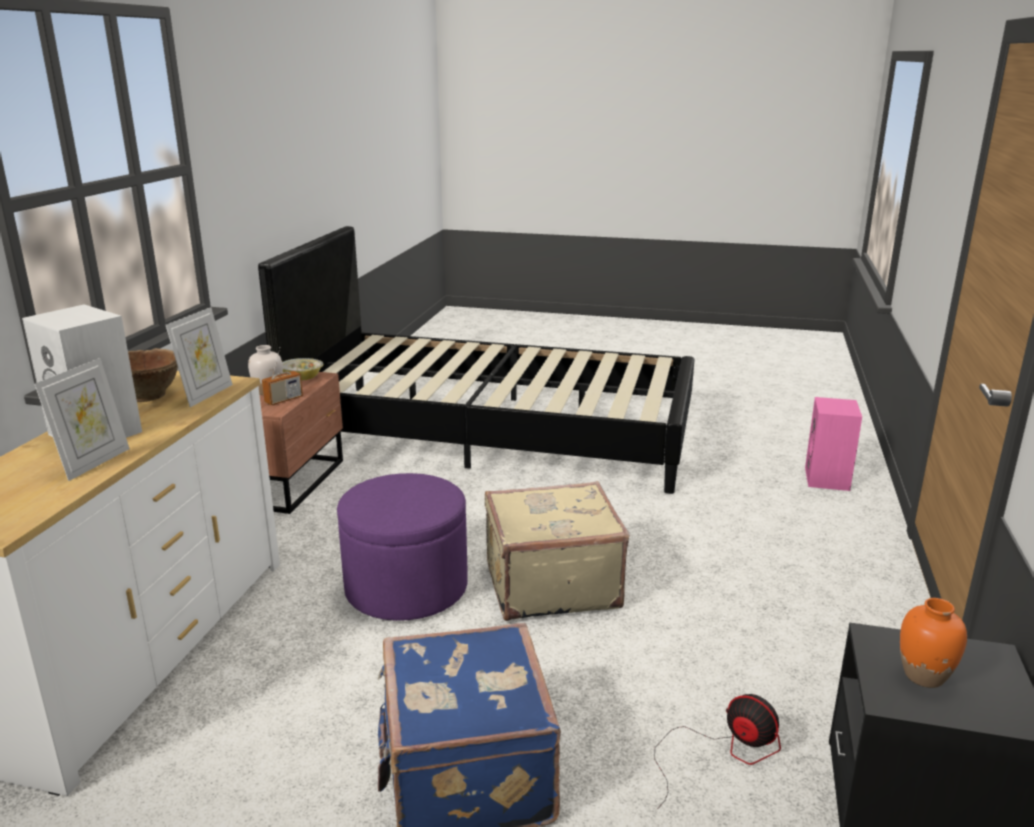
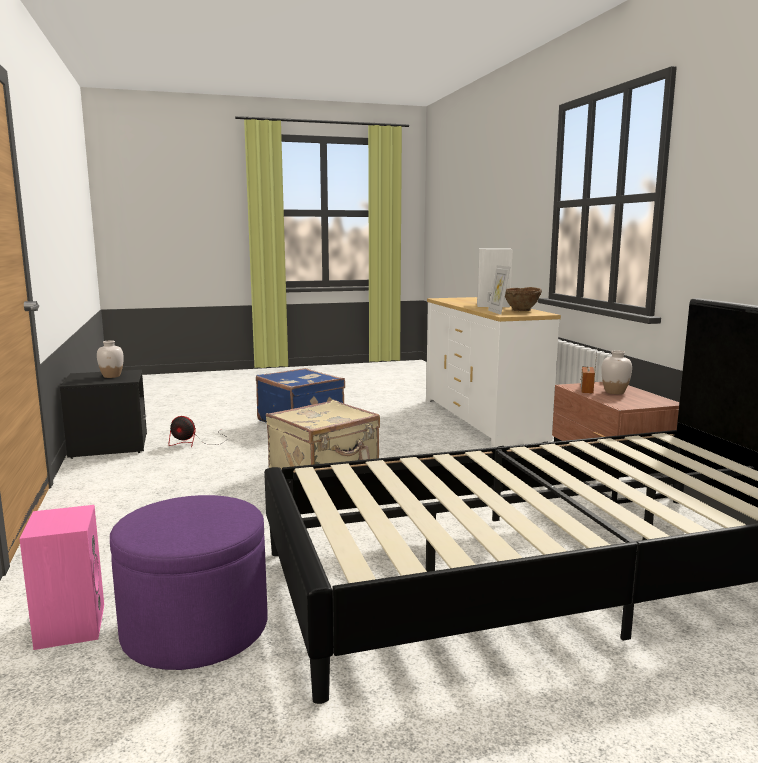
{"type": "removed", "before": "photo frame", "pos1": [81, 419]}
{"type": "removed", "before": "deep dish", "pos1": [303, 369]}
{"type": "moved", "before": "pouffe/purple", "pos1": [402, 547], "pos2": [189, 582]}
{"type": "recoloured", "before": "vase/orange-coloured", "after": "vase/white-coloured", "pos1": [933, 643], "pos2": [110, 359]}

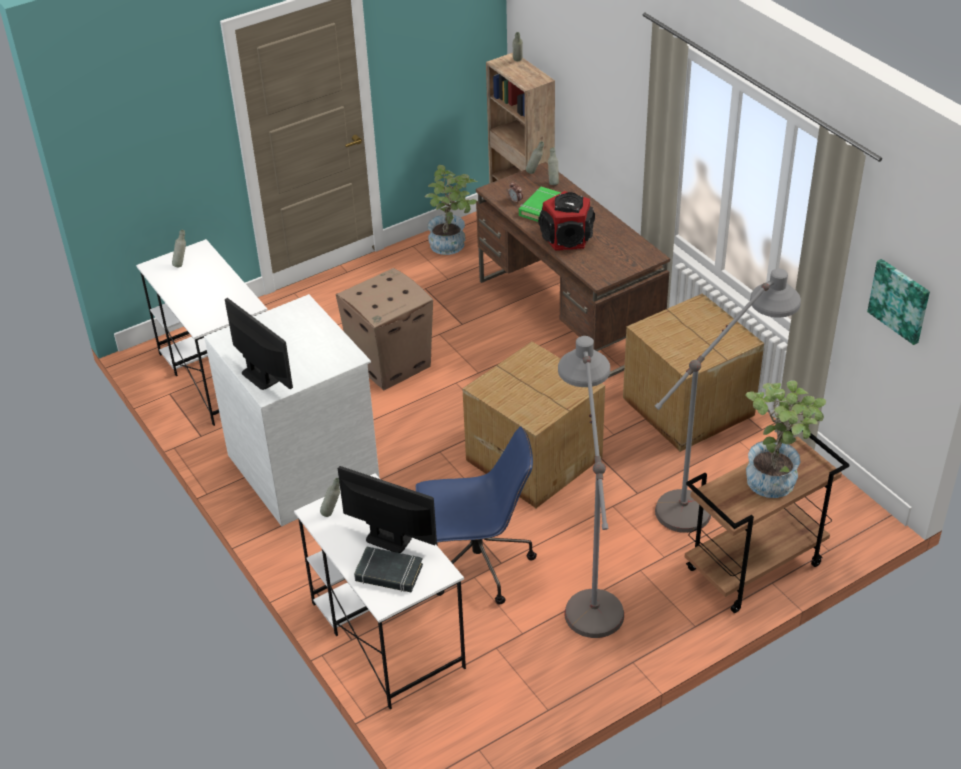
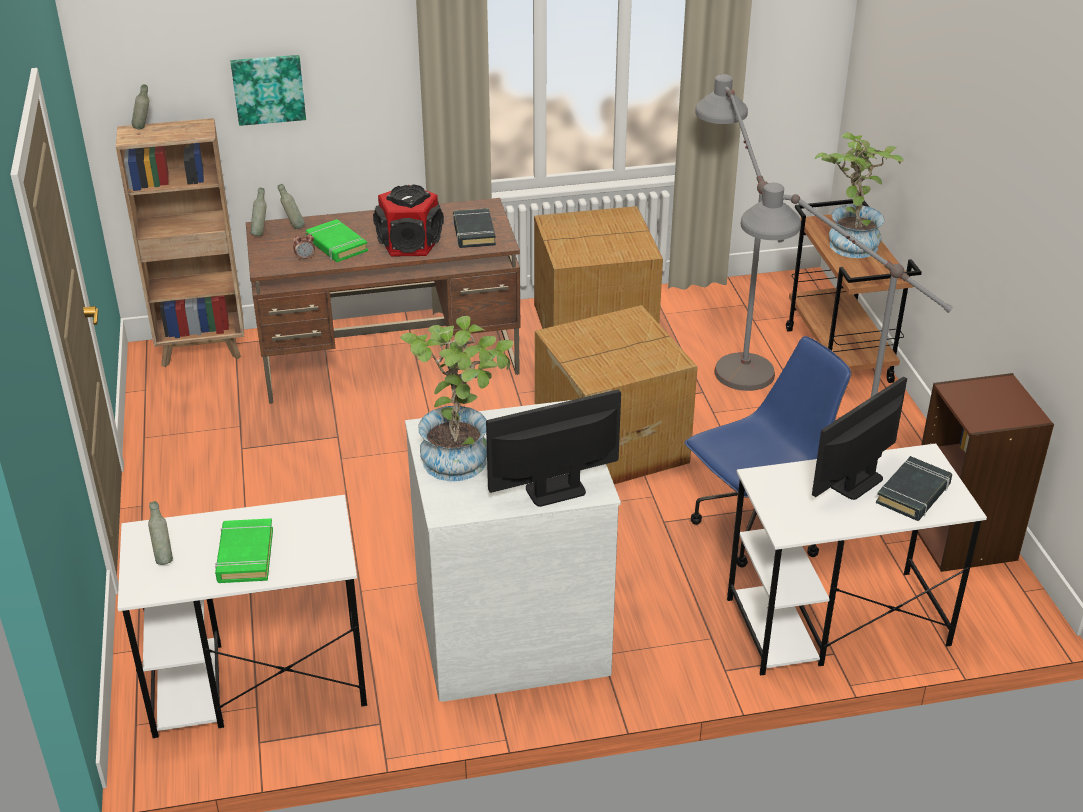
{"type": "moved", "before": "potted plant", "pos1": [451, 210], "pos2": [456, 398]}
{"type": "moved", "before": "wall picture", "pos1": [898, 302], "pos2": [268, 90]}
{"type": "removed", "before": "cardboard box", "pos1": [384, 329]}
{"type": "turned", "before": "computer chair/bluish", "pos1": [476, 515], "pos2": [768, 451], "turn": 45}
{"type": "removed", "before": "drink bottle/greyish", "pos1": [330, 497]}
{"type": "added", "after": "book/black-coloured", "pos2": [474, 228]}
{"type": "added", "after": "bookshelf/brownish", "pos2": [986, 472]}
{"type": "added", "after": "book/green-coloured", "pos2": [244, 550]}

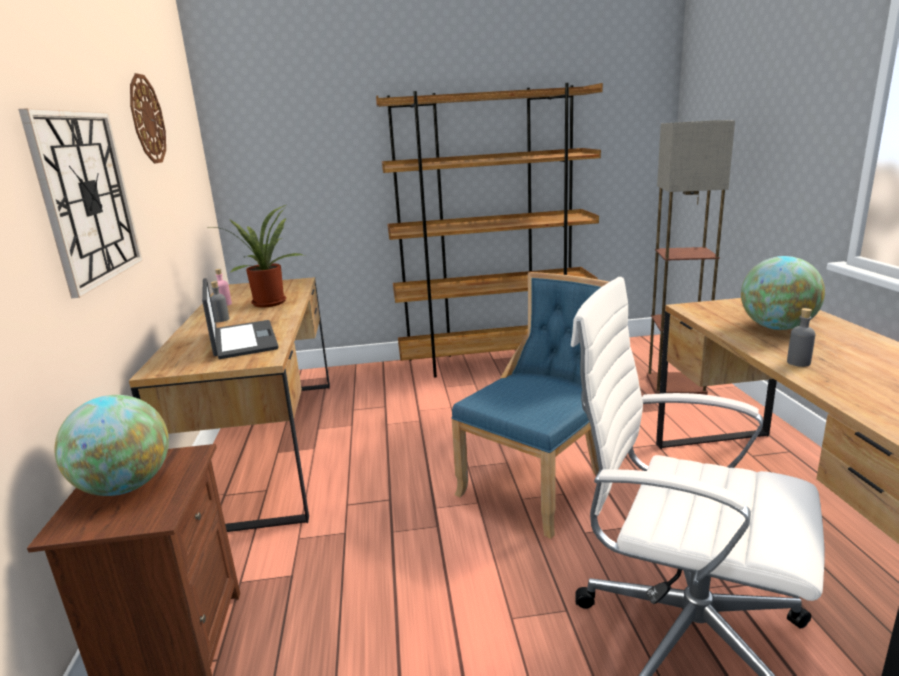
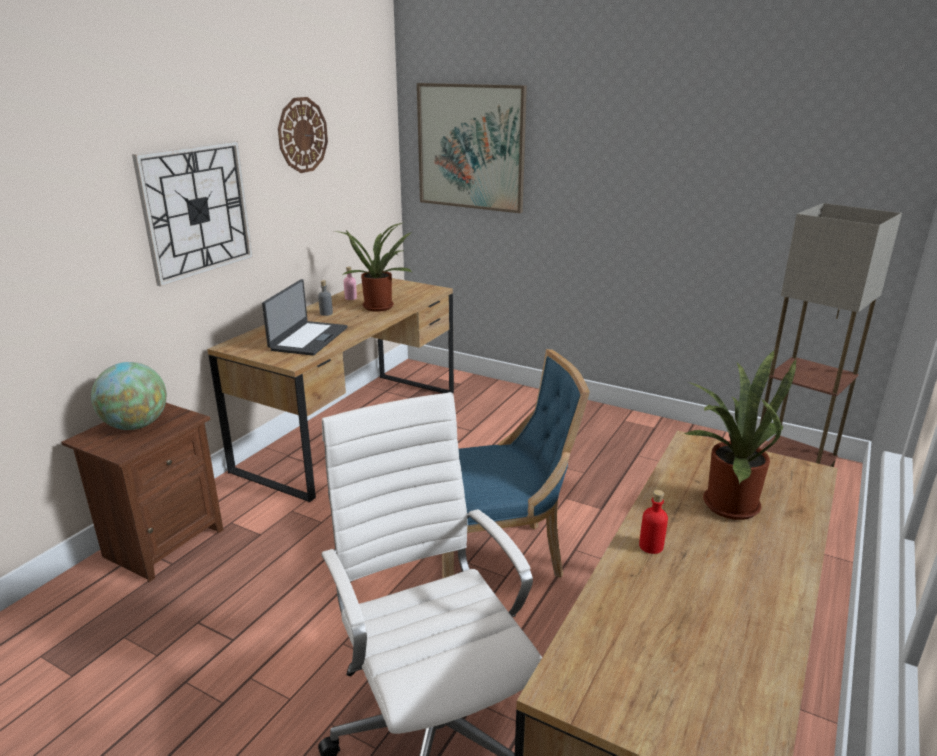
{"type": "removed", "before": "bookshelf/brownish", "pos1": [489, 230]}
{"type": "replaced", "before": "globe", "after": "potted plant", "pos1": [783, 293], "pos2": [740, 435]}
{"type": "recoloured", "before": "drink bottle/greyish", "after": "drink bottle/red", "pos1": [801, 337], "pos2": [653, 522]}
{"type": "added", "after": "wall picture", "pos2": [472, 148]}

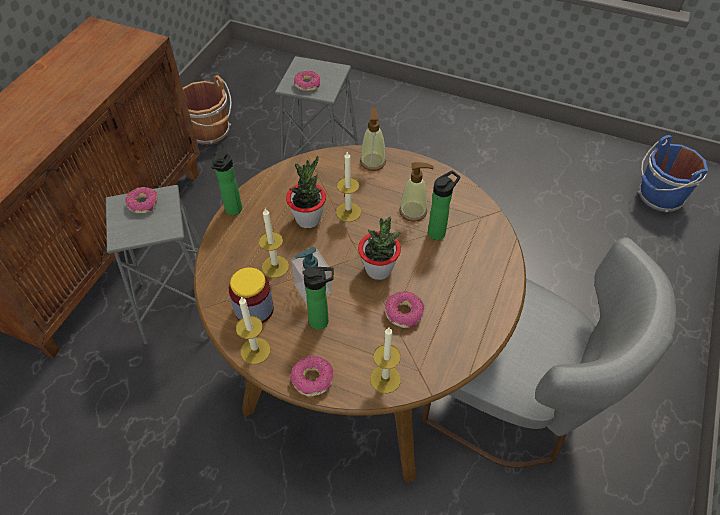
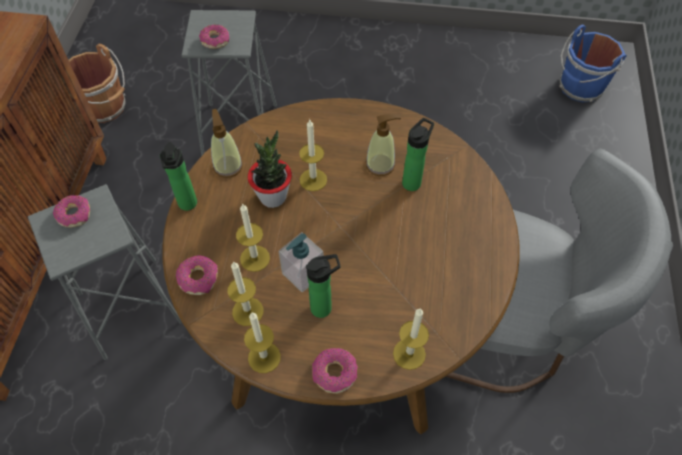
{"type": "moved", "before": "soap bottle", "pos1": [373, 139], "pos2": [227, 143]}
{"type": "removed", "before": "potted plant", "pos1": [379, 248]}
{"type": "replaced", "before": "storage jar", "after": "wax candle", "pos1": [251, 295], "pos2": [245, 293]}
{"type": "moved", "before": "donut", "pos1": [404, 309], "pos2": [197, 275]}

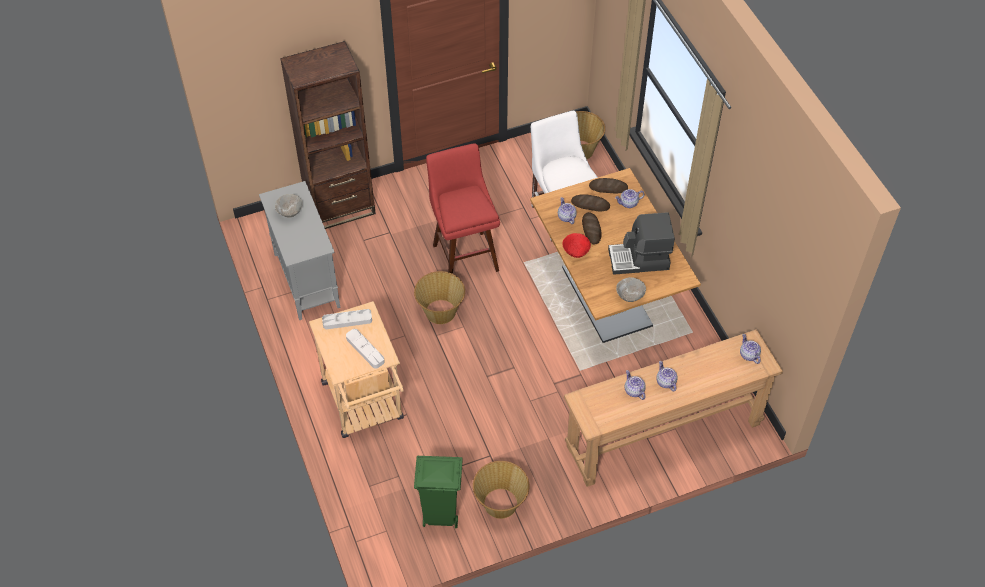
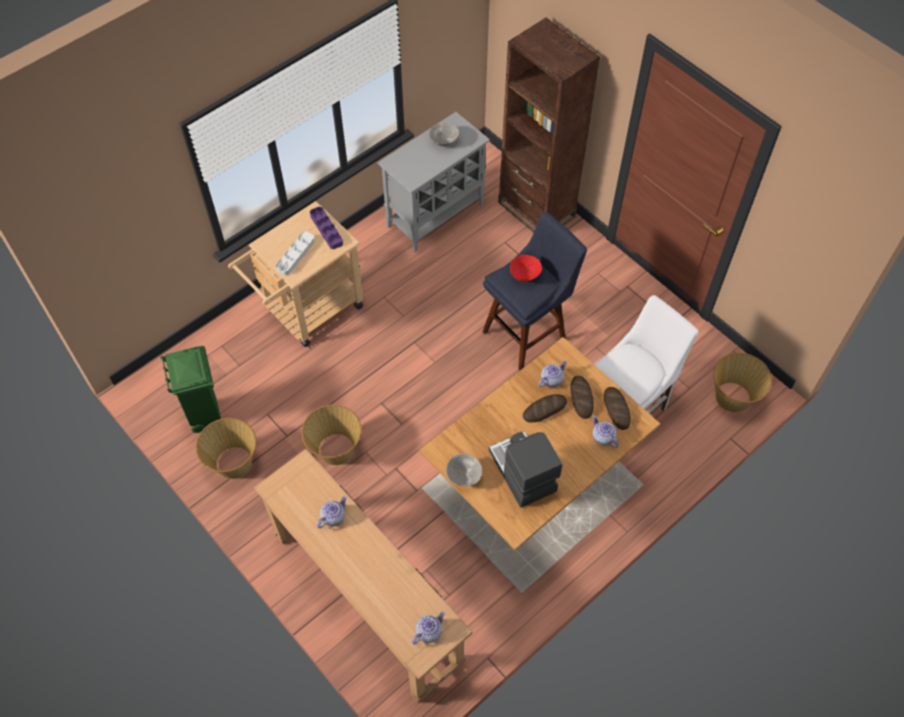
{"type": "recoloured", "before": "stool/red", "after": "stool/bluish", "pos1": [463, 208], "pos2": [535, 291]}
{"type": "moved", "before": "deep dish/red", "pos1": [576, 245], "pos2": [526, 268]}
{"type": "moved", "before": "storage basket", "pos1": [439, 297], "pos2": [331, 435]}
{"type": "recoloured", "before": "serving tray/greyish", "after": "serving tray/purple", "pos1": [347, 319], "pos2": [326, 228]}
{"type": "removed", "before": "teapot", "pos1": [666, 376]}

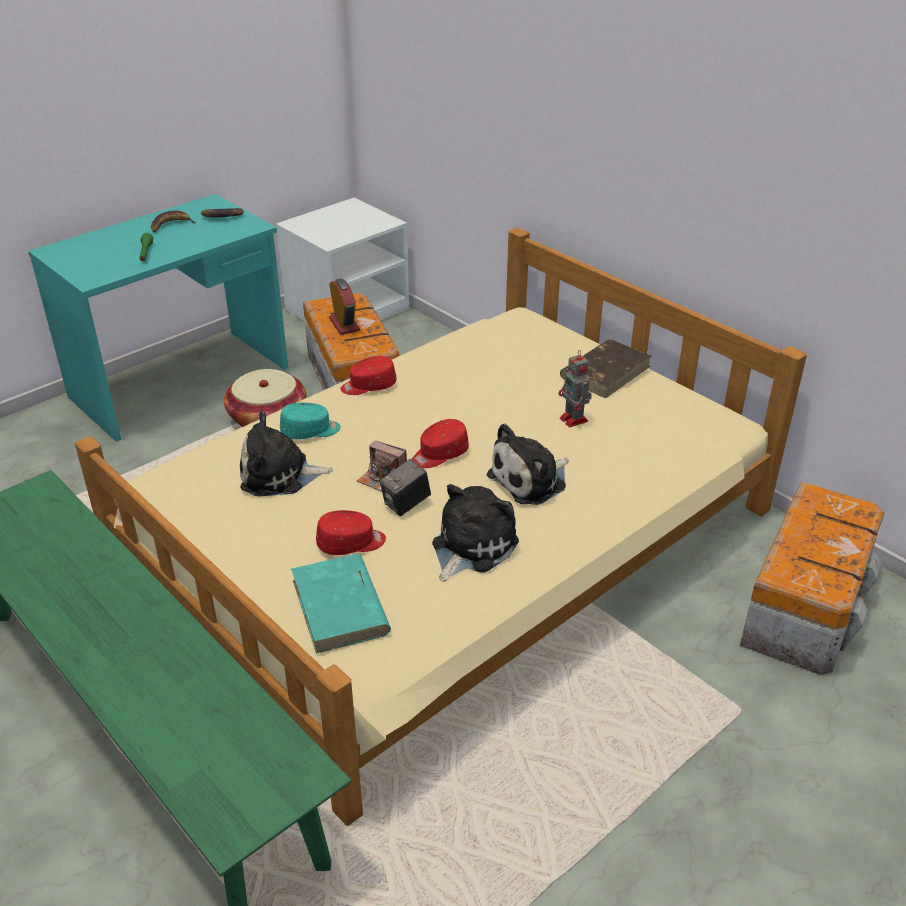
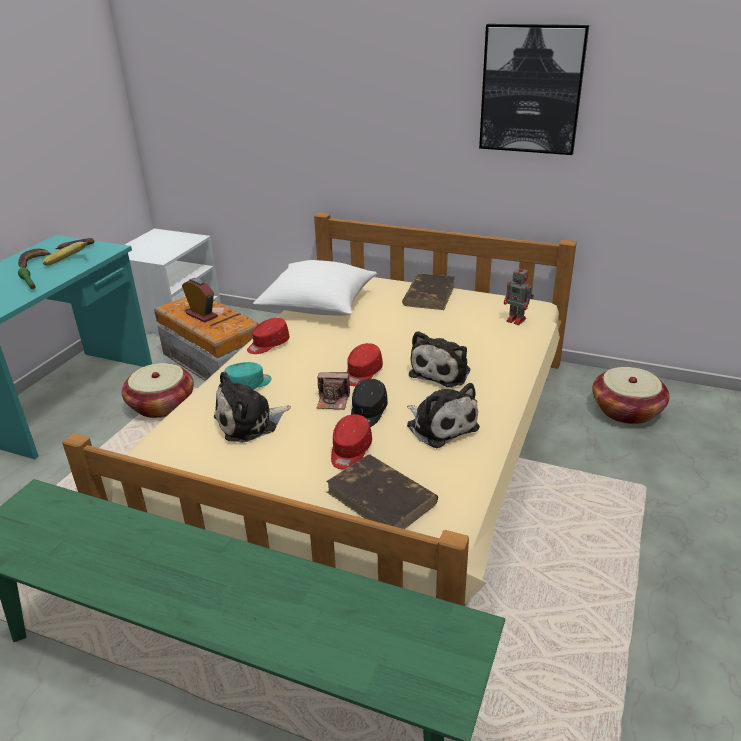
{"type": "moved", "before": "toy robot", "pos1": [575, 389], "pos2": [519, 294]}
{"type": "replaced", "before": "photo camera", "after": "cap/black-coloured", "pos1": [405, 487], "pos2": [369, 403]}
{"type": "replaced", "before": "storage box", "after": "storage basket", "pos1": [812, 578], "pos2": [630, 395]}
{"type": "turned", "before": "cuddly toy", "pos1": [475, 533], "pos2": [443, 415], "turn": 135}
{"type": "turned", "before": "cap/red", "pos1": [351, 532], "pos2": [351, 442], "turn": 150}
{"type": "recoloured", "before": "book/blue-green", "after": "book/brownish", "pos1": [341, 604], "pos2": [382, 492]}
{"type": "added", "after": "wall picture", "pos2": [534, 89]}
{"type": "added", "after": "whole banana", "pos2": [65, 253]}
{"type": "added", "after": "cushion/white-coloured", "pos2": [315, 288]}

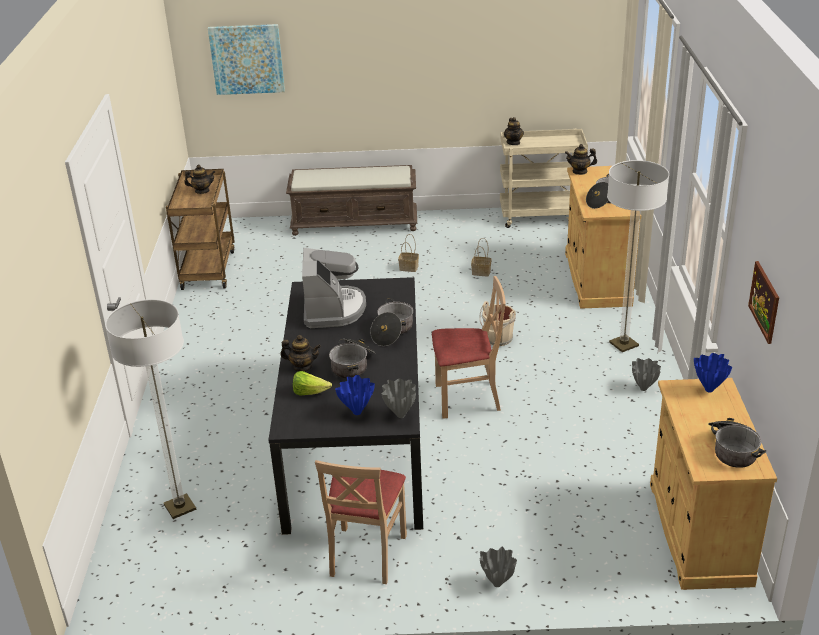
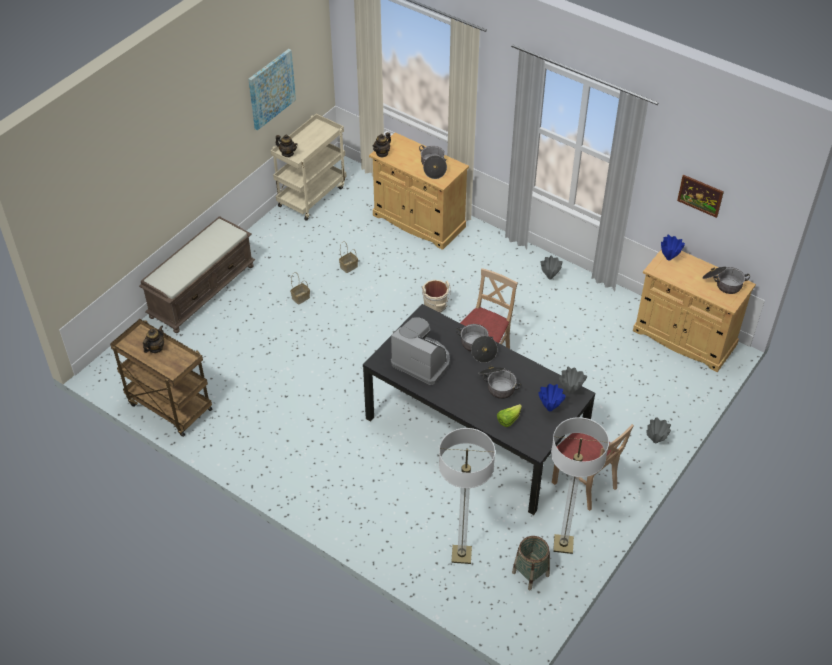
{"type": "moved", "before": "wall picture", "pos1": [246, 59], "pos2": [272, 90]}
{"type": "moved", "before": "standard lamp", "pos1": [638, 256], "pos2": [580, 485]}
{"type": "removed", "before": "teapot", "pos1": [300, 353]}
{"type": "added", "after": "storage basket", "pos2": [531, 563]}

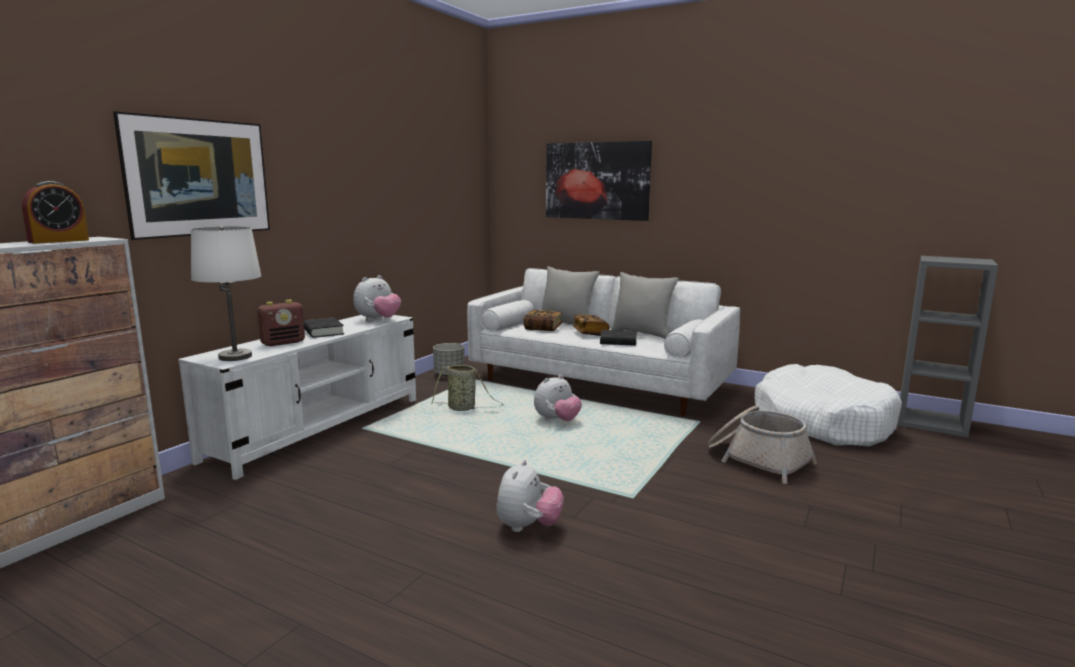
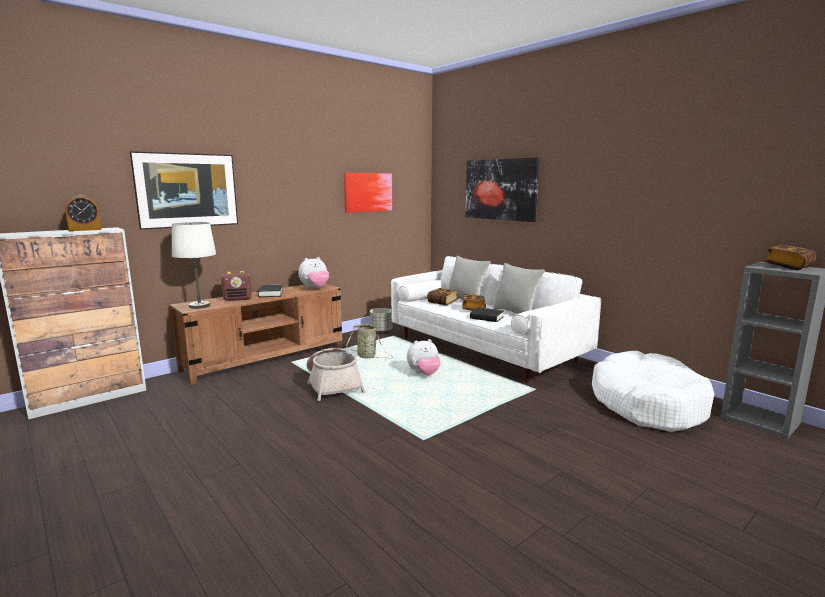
{"type": "recoloured", "before": "tv unit/white-coloured", "after": "tv unit/brownish", "pos1": [297, 397], "pos2": [256, 334]}
{"type": "moved", "before": "storage basket", "pos1": [762, 445], "pos2": [335, 374]}
{"type": "removed", "before": "cuddly toy", "pos1": [530, 496]}
{"type": "added", "after": "wall picture", "pos2": [368, 193]}
{"type": "added", "after": "book", "pos2": [790, 257]}

